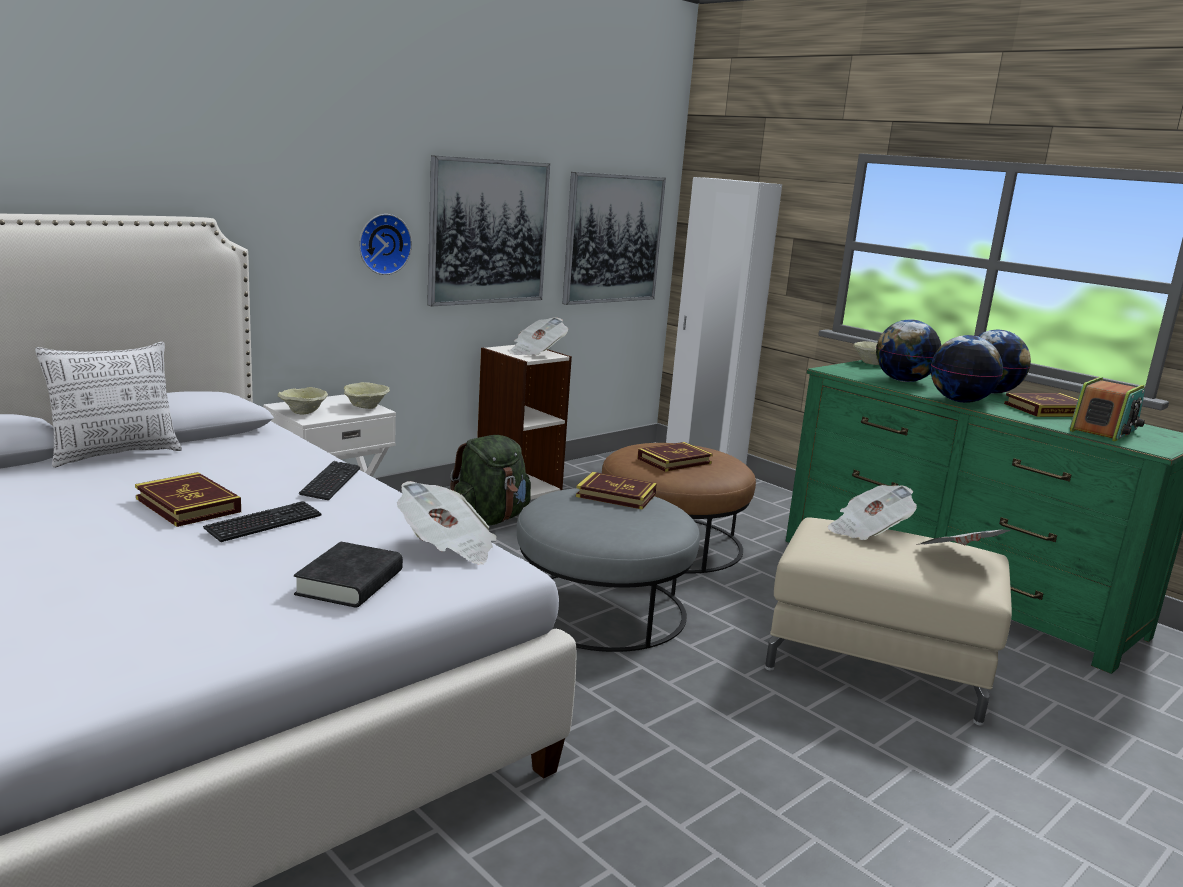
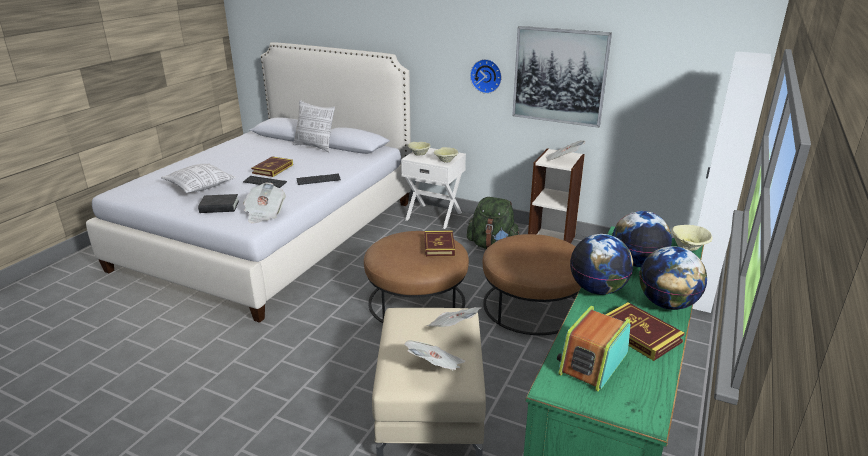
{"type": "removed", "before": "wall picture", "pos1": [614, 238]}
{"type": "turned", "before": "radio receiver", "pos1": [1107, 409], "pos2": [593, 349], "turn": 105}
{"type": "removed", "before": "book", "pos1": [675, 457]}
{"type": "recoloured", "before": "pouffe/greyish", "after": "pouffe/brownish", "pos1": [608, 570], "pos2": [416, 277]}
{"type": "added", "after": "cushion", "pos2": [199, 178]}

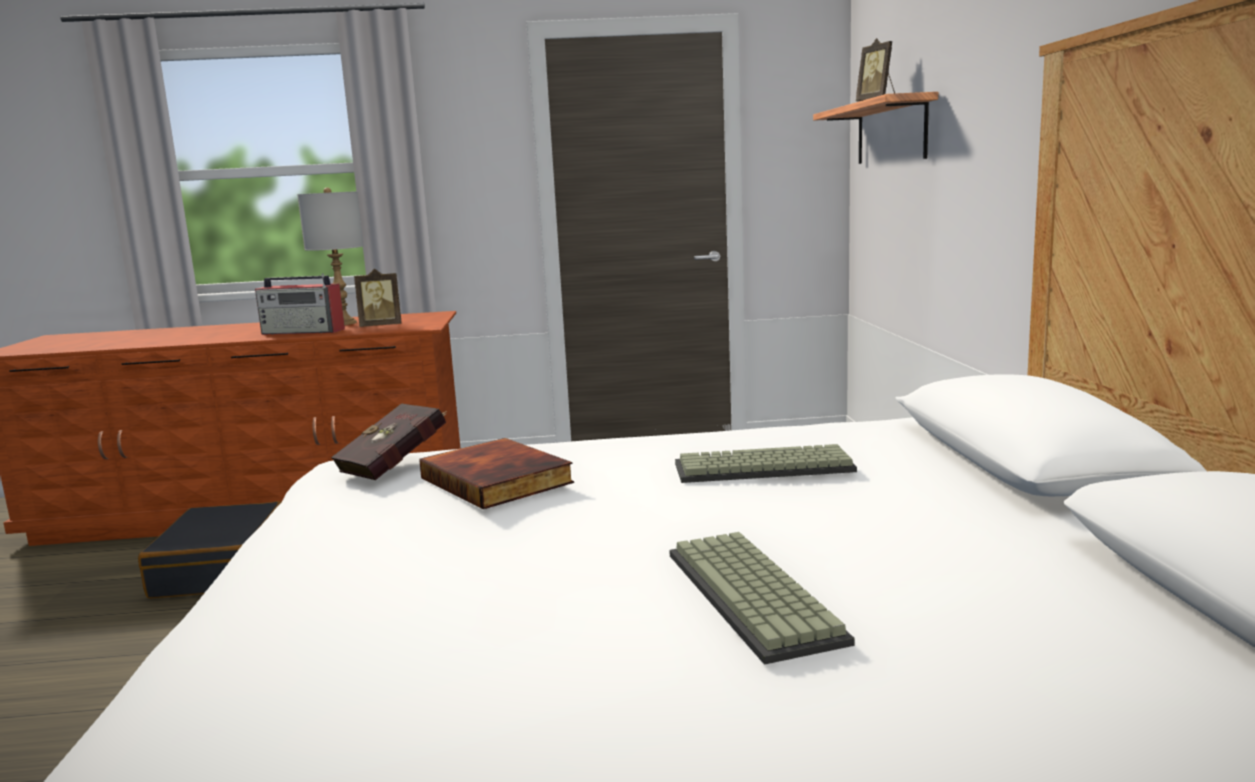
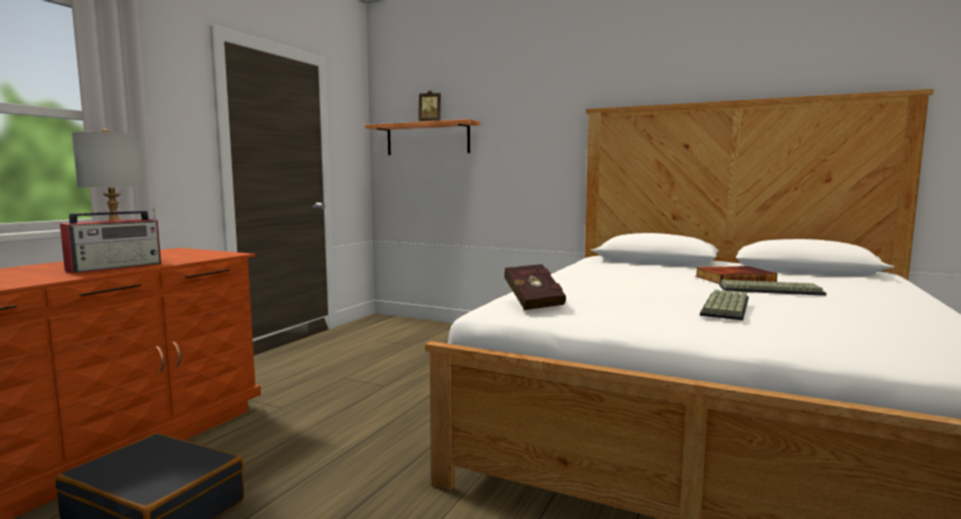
{"type": "removed", "before": "photo frame", "pos1": [377, 298]}
{"type": "moved", "before": "book", "pos1": [496, 473], "pos2": [736, 275]}
{"type": "moved", "before": "PC keyboard", "pos1": [766, 463], "pos2": [724, 305]}

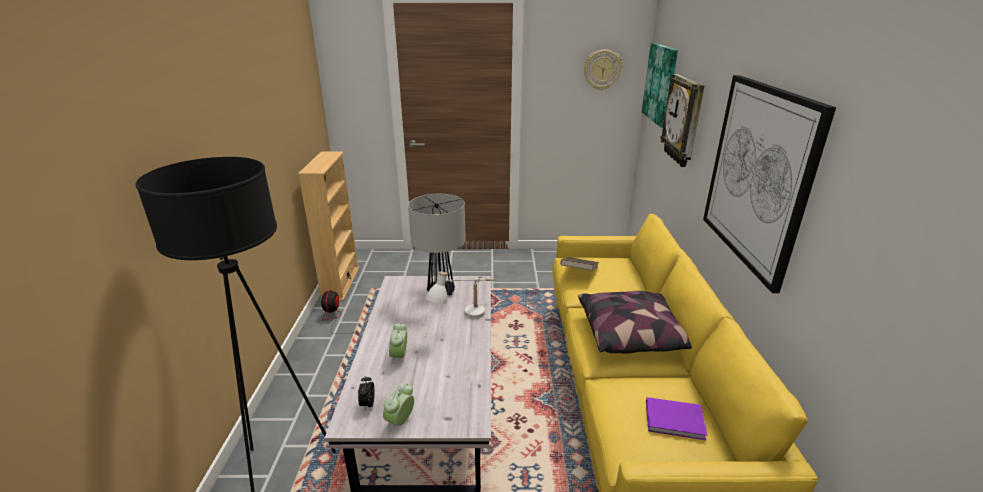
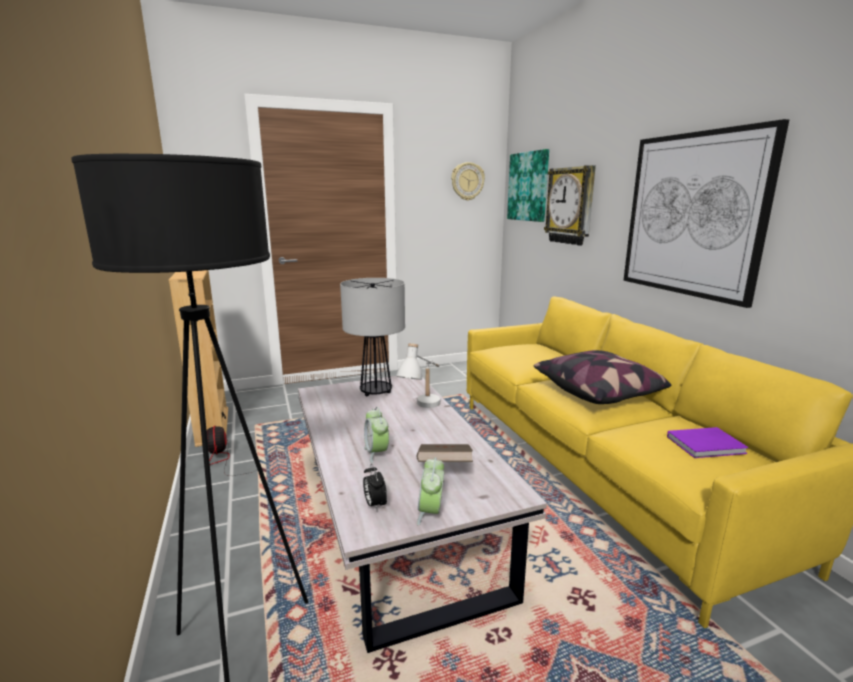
{"type": "moved", "before": "book/brownish", "pos1": [579, 264], "pos2": [445, 453]}

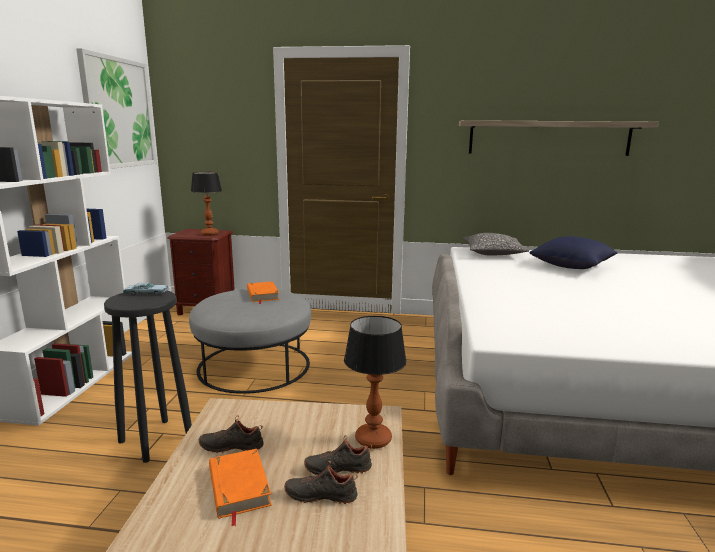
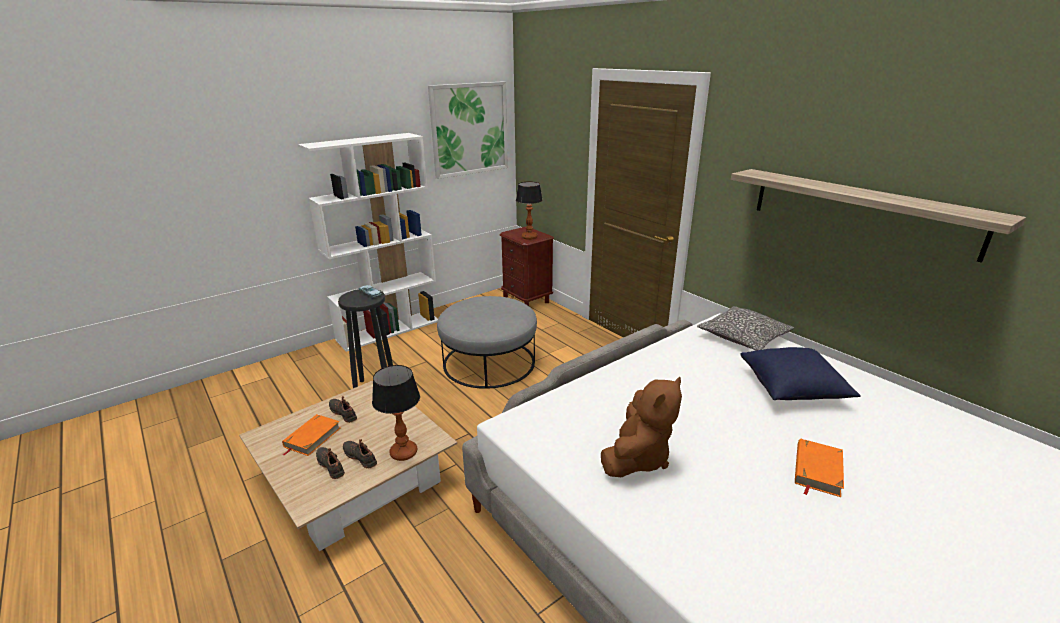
{"type": "moved", "before": "book/orange-coloured", "pos1": [263, 292], "pos2": [819, 467]}
{"type": "added", "after": "cuddly toy/brownish", "pos2": [641, 427]}

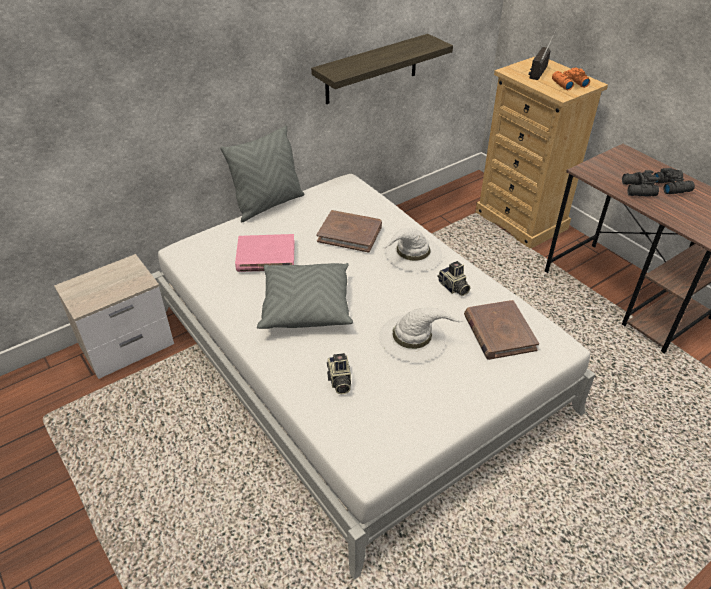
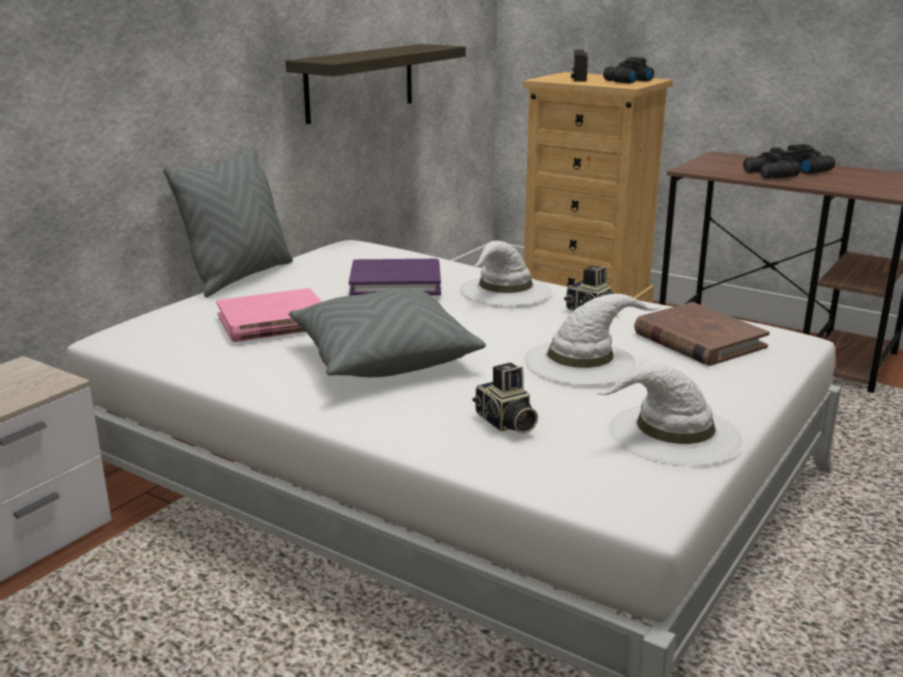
{"type": "recoloured", "before": "field glasses/orange-coloured", "after": "field glasses/black-coloured", "pos1": [571, 79], "pos2": [628, 70]}
{"type": "recoloured", "before": "book/brownish", "after": "book/purple", "pos1": [349, 231], "pos2": [395, 277]}
{"type": "added", "after": "clothing hat/white-coloured", "pos2": [669, 415]}

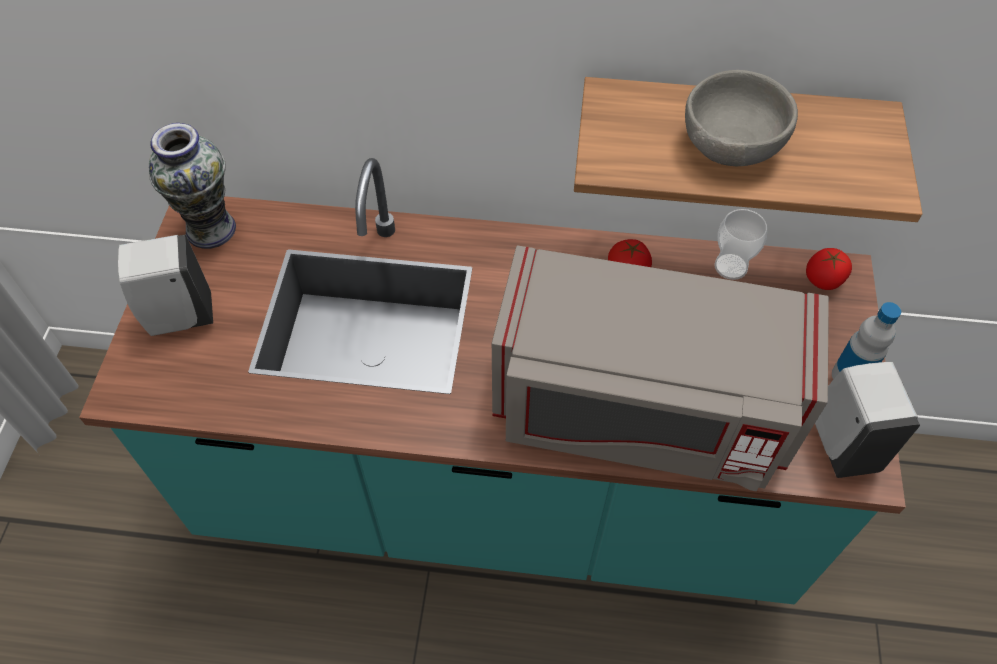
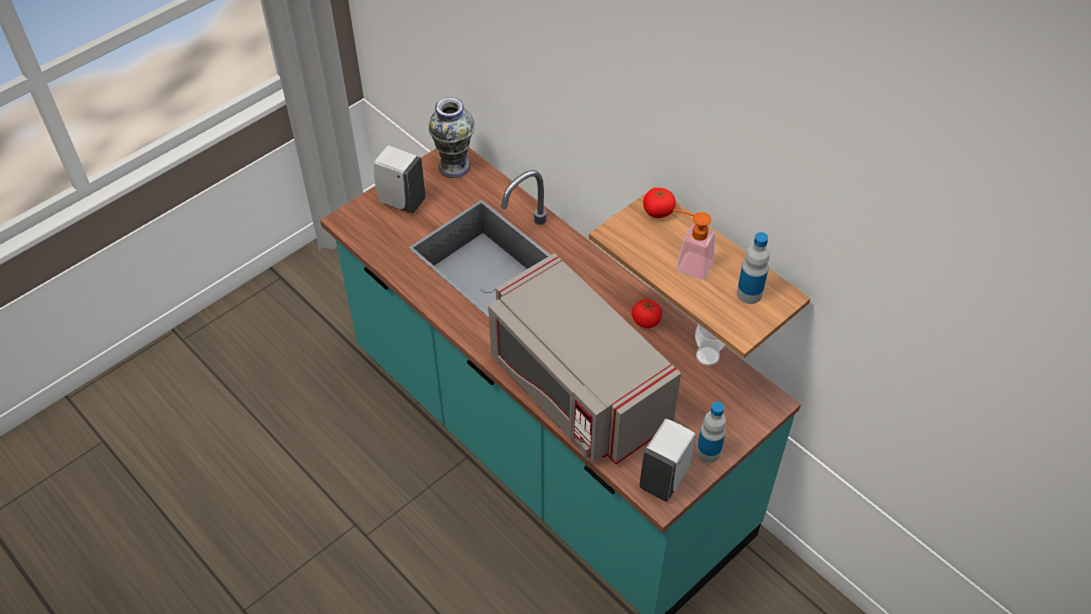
{"type": "replaced", "before": "deep dish/greyish", "after": "soap bottle", "pos1": [741, 118], "pos2": [694, 244]}
{"type": "moved", "before": "fresh tomato", "pos1": [829, 269], "pos2": [659, 203]}
{"type": "added", "after": "drink bottle", "pos2": [753, 268]}

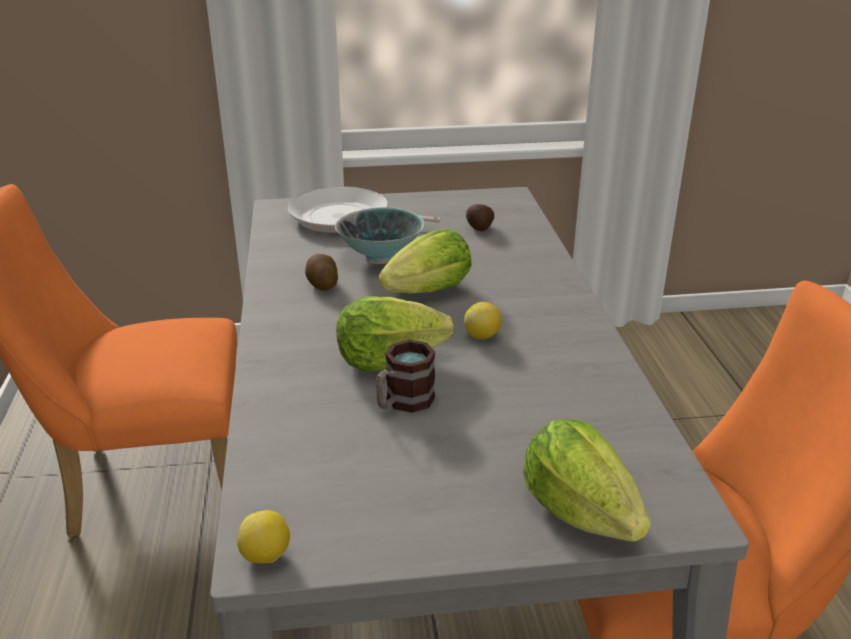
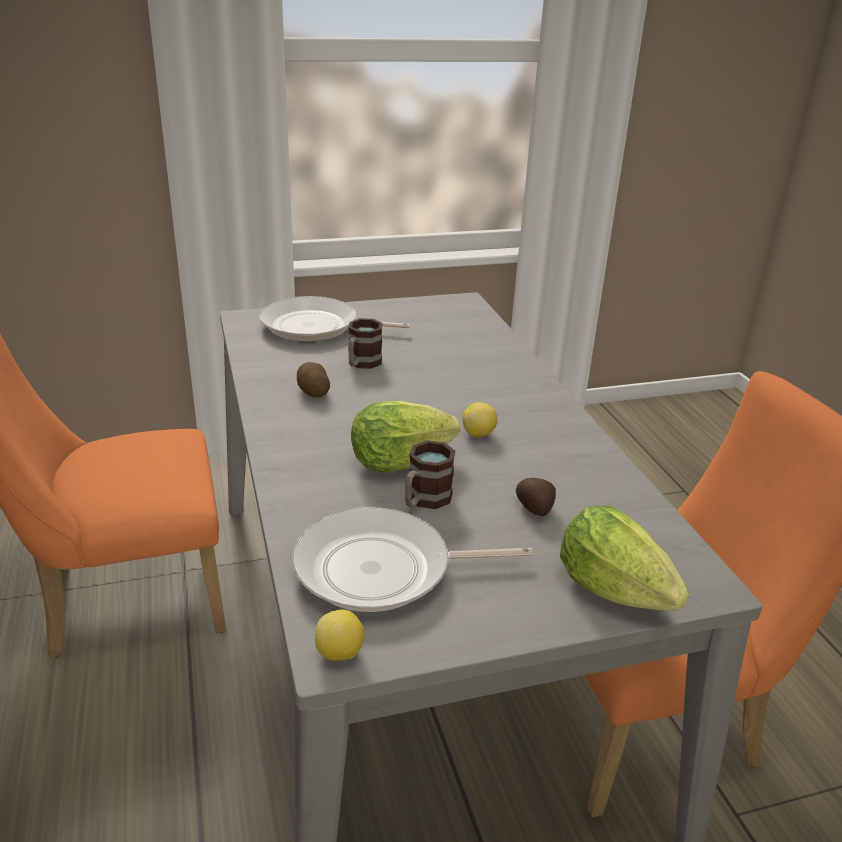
{"type": "moved", "before": "spud", "pos1": [480, 217], "pos2": [536, 497]}
{"type": "replaced", "before": "deep dish", "after": "tea mug", "pos1": [380, 235], "pos2": [365, 343]}
{"type": "removed", "before": "lettuce", "pos1": [425, 261]}
{"type": "added", "after": "skillet", "pos2": [412, 559]}

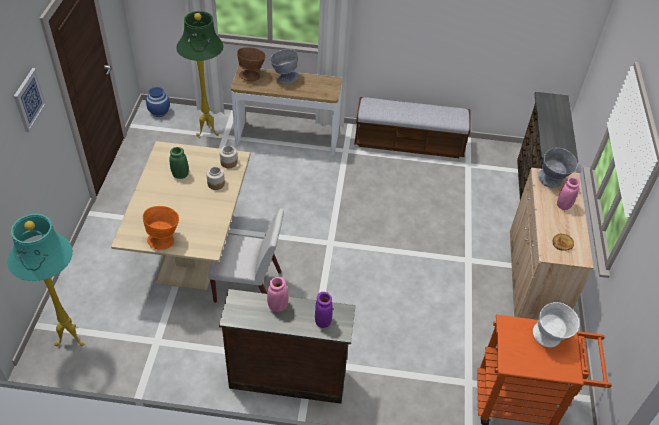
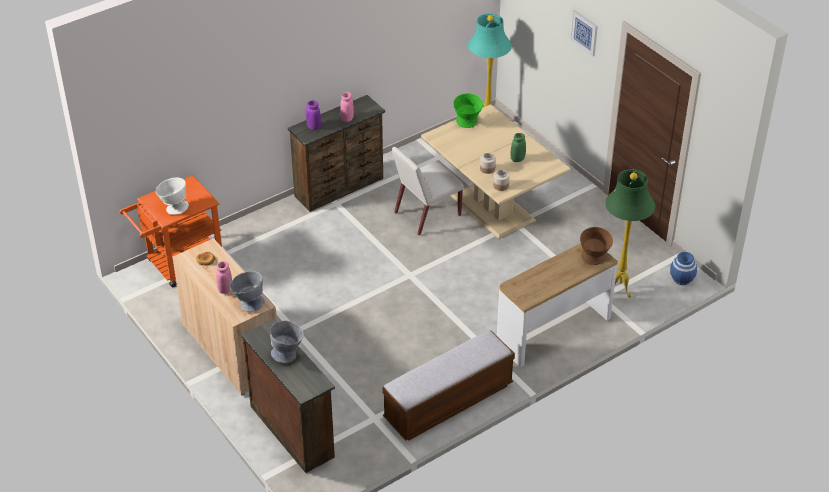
{"type": "moved", "before": "deep dish/greyish", "pos1": [284, 66], "pos2": [287, 342]}
{"type": "recoloured", "before": "deep dish/orange-coloured", "after": "deep dish/green-coloured", "pos1": [161, 228], "pos2": [468, 110]}

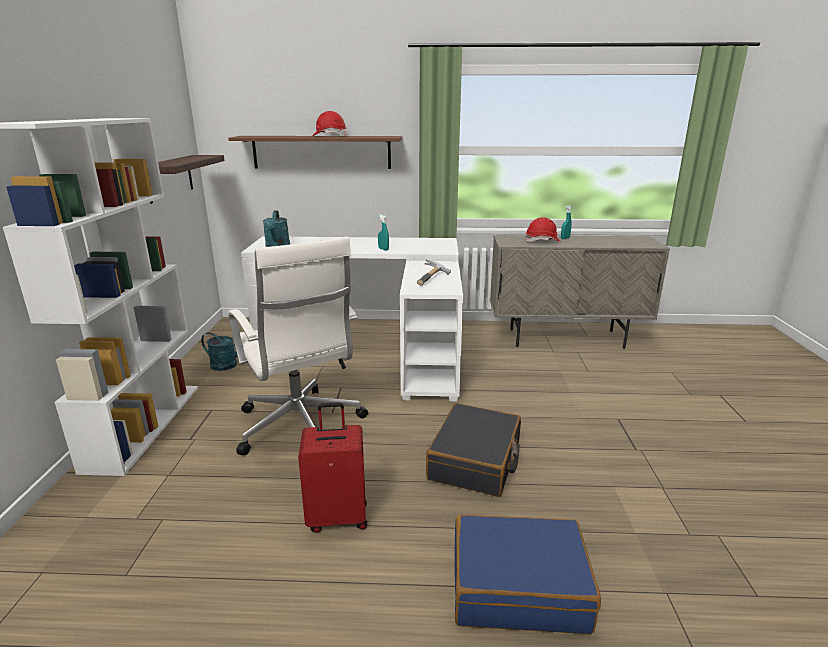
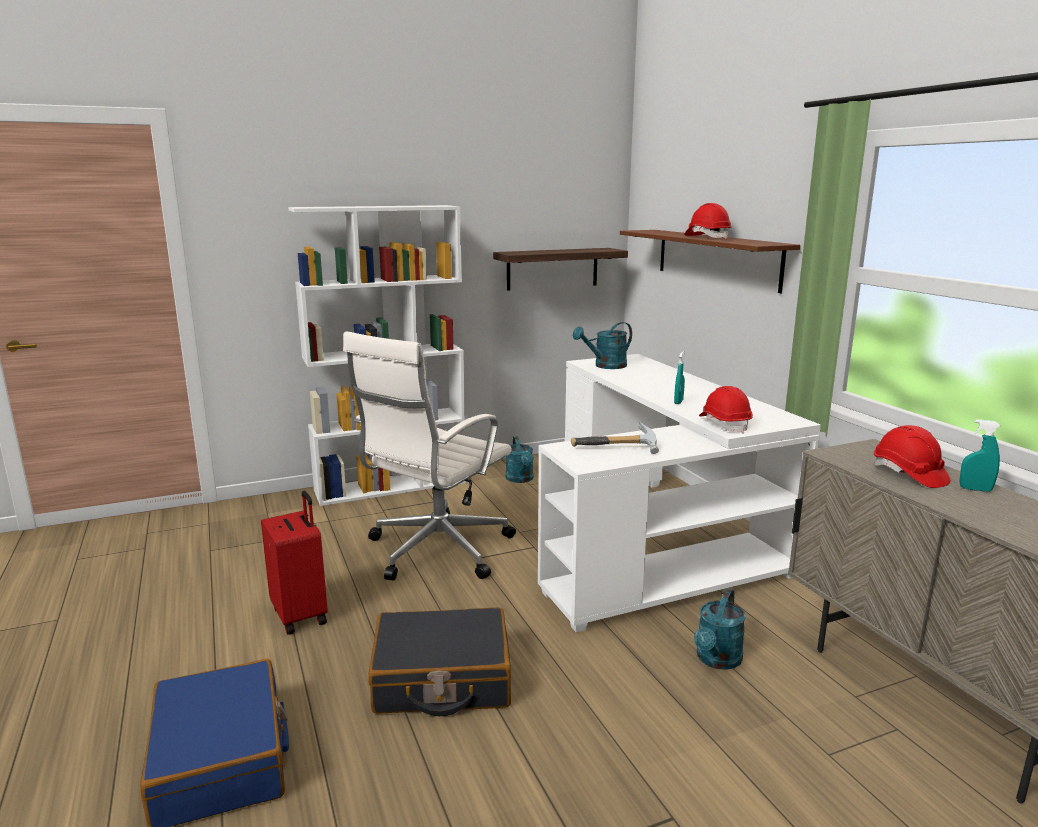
{"type": "added", "after": "hard hat/red", "pos2": [726, 410]}
{"type": "added", "after": "watering pot/blue-green", "pos2": [720, 629]}

